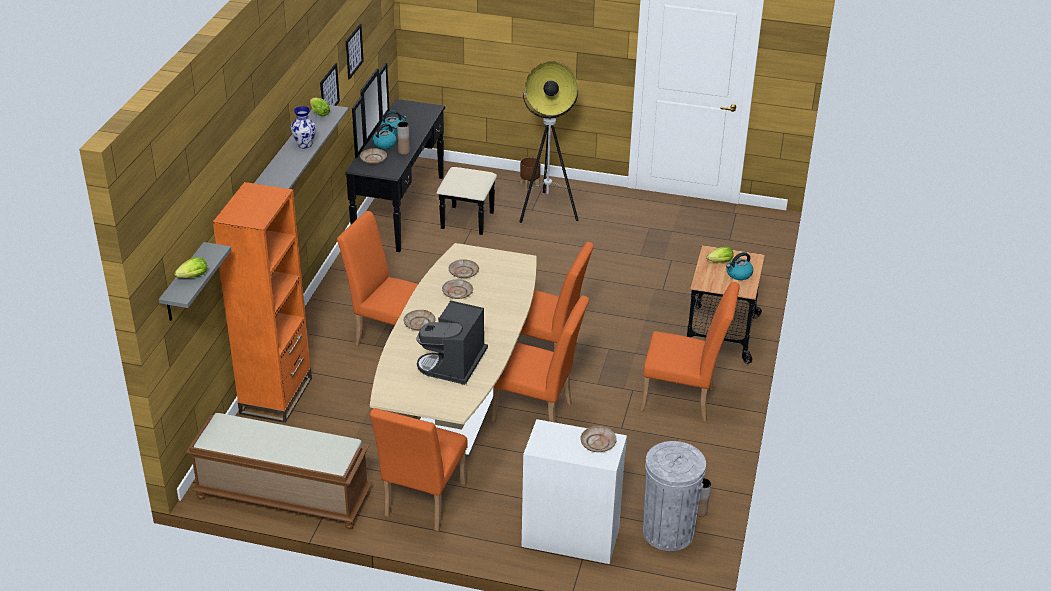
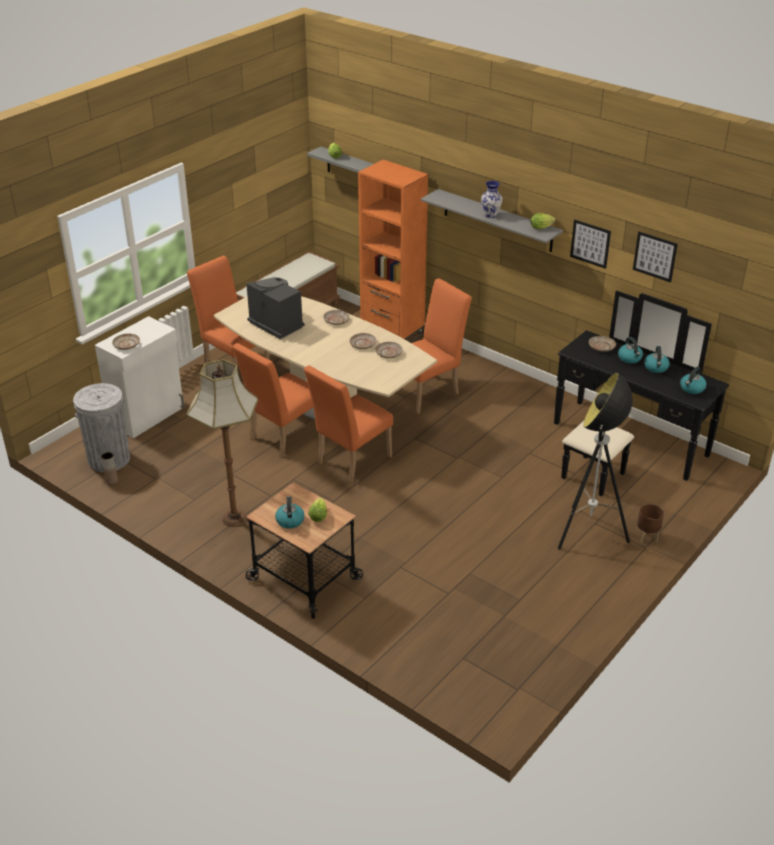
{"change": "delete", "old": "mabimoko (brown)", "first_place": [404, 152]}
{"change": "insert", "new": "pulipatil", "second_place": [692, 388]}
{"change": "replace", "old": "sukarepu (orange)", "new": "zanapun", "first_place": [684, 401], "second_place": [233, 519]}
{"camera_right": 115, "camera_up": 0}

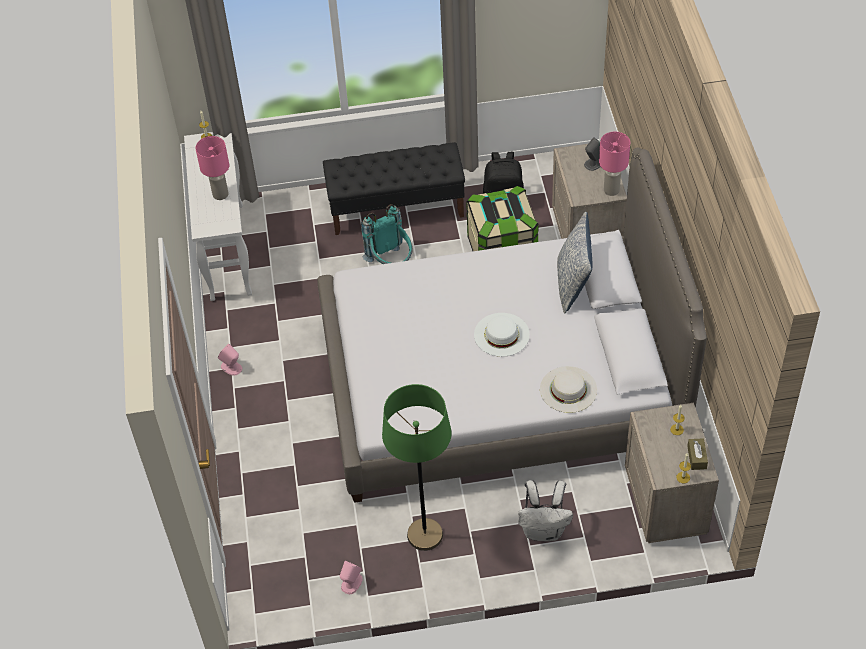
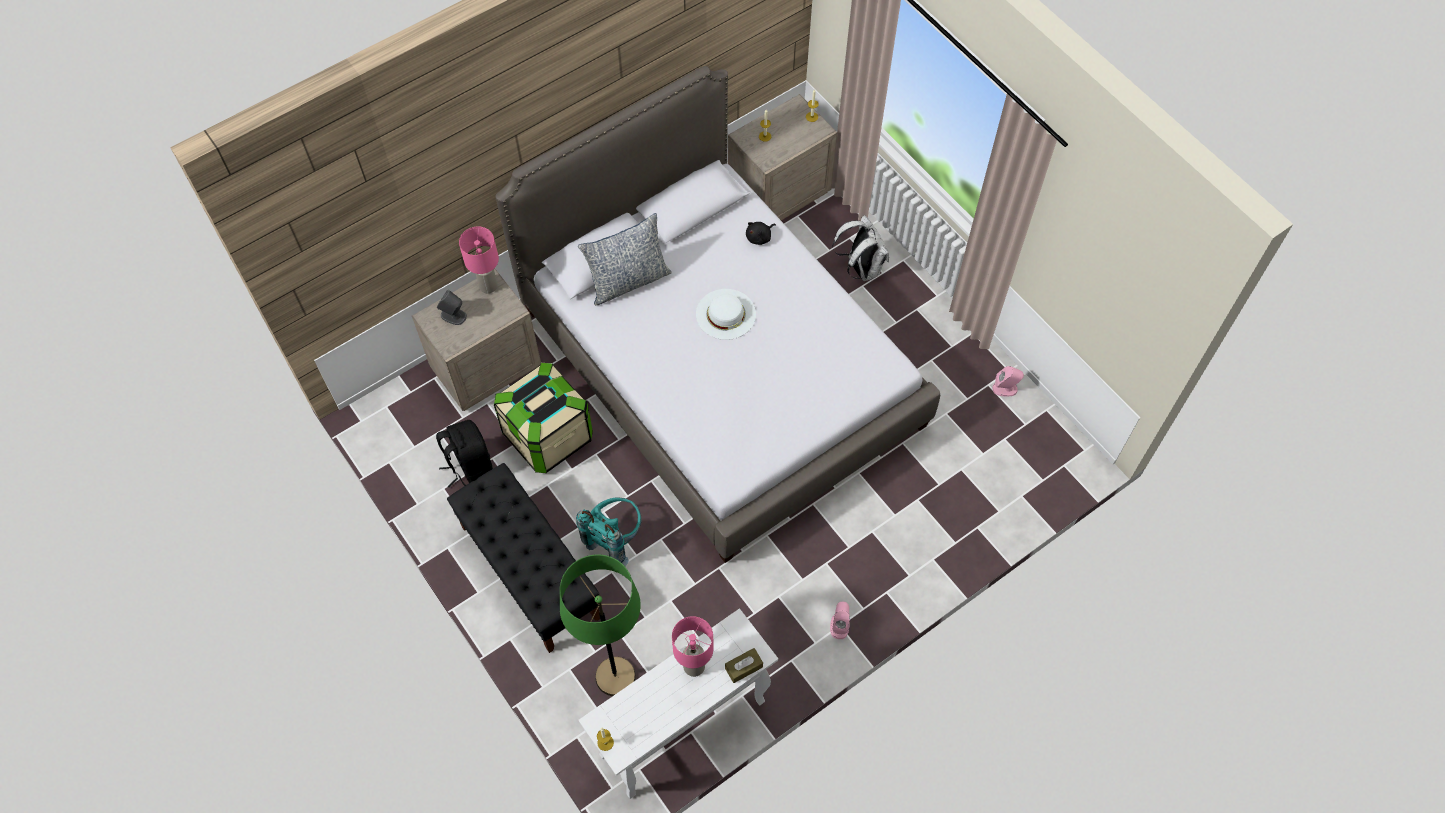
{"change": "move", "old": "zanapun (green)", "first_place": [425, 535], "second_place": [615, 676]}
{"change": "move", "old": "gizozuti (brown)", "first_place": [696, 457], "second_place": [743, 667]}
{"change": "replace", "old": "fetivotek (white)", "new": "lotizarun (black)", "first_place": [568, 389], "second_place": [759, 237]}
{"camera_right": -120, "camera_up": 10}

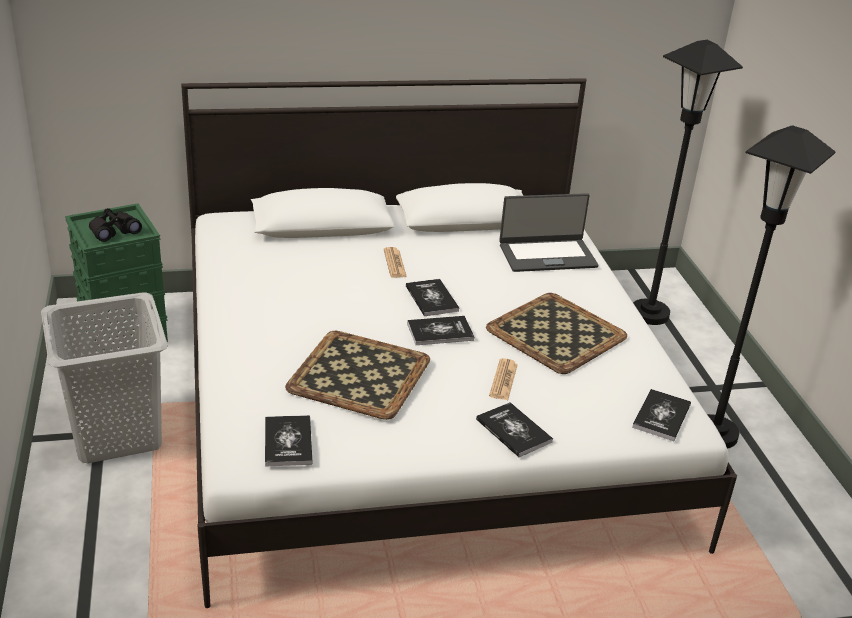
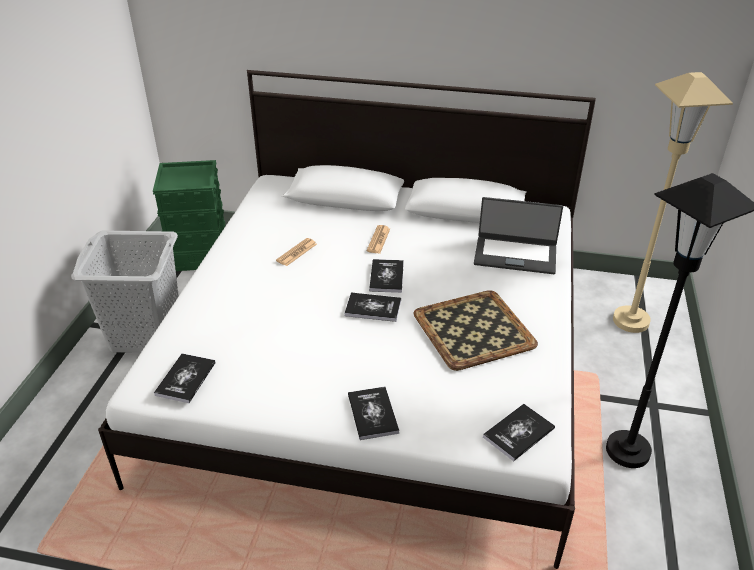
{"change": "delete", "old": "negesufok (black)", "first_place": [114, 231]}
{"change": "delete", "old": "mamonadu", "first_place": [358, 374]}
{"change": "move", "old": "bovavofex", "first_place": [503, 380], "second_place": [296, 252]}
{"change": "recolor", "old": "zanapun (black)", "new": "zanapun (beige)", "first_place": [649, 314], "second_place": [630, 321]}
{"camera_right": 25, "camera_up": 5}

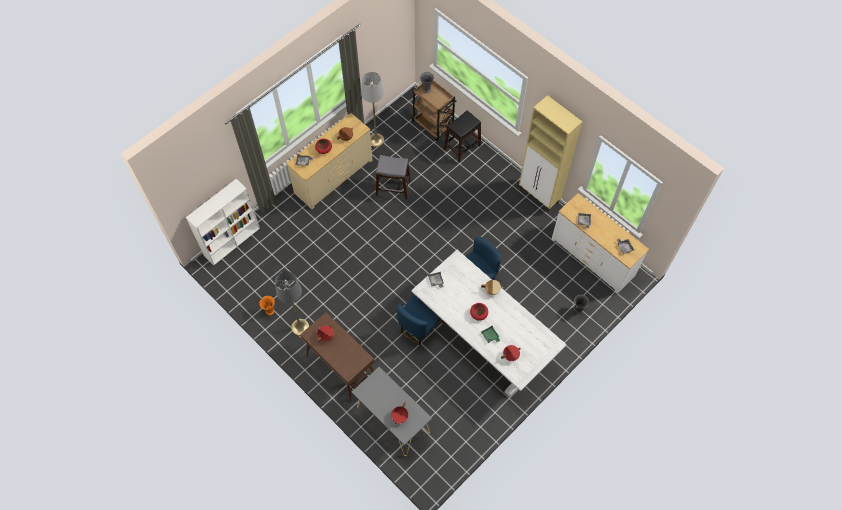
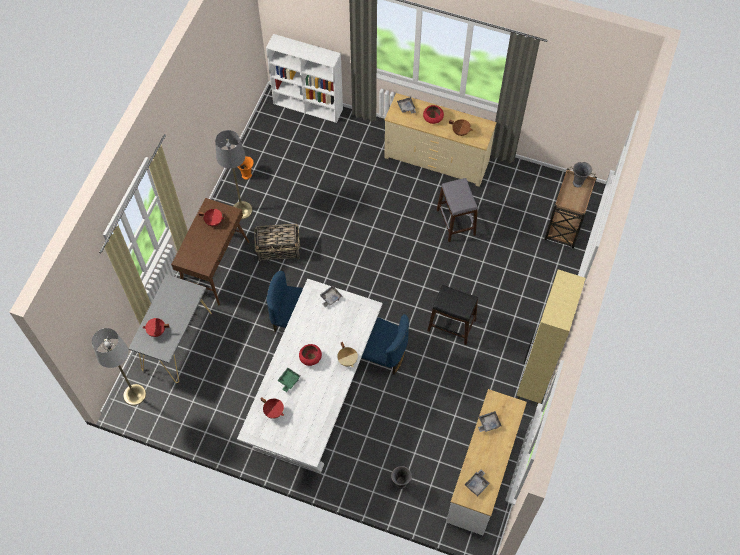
{"change": "insert", "new": "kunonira", "second_place": [279, 249]}
{"change": "move", "old": "zanapun (grey)", "first_place": [376, 140], "second_place": [134, 394]}
{"change": "move", "old": "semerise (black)", "first_place": [461, 147], "second_place": [451, 325]}
{"camera_right": 65, "camera_up": 0}

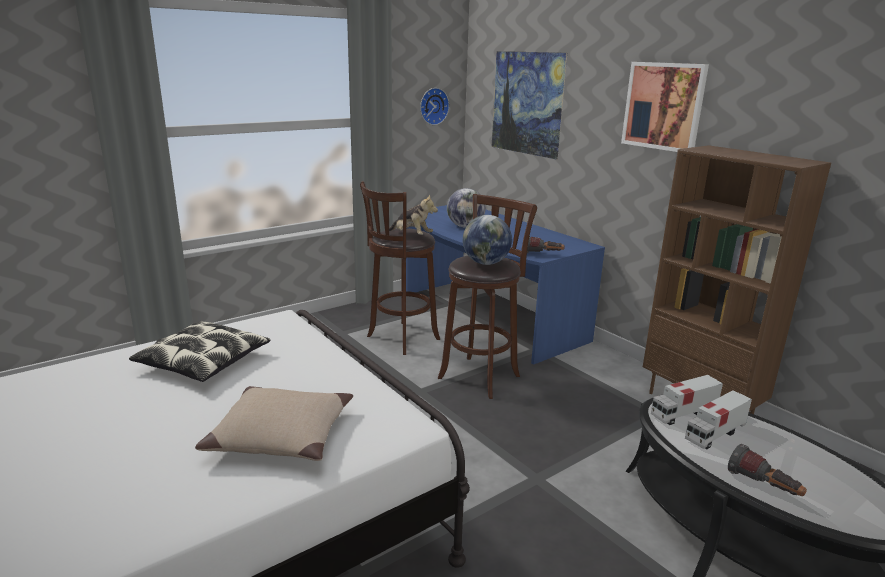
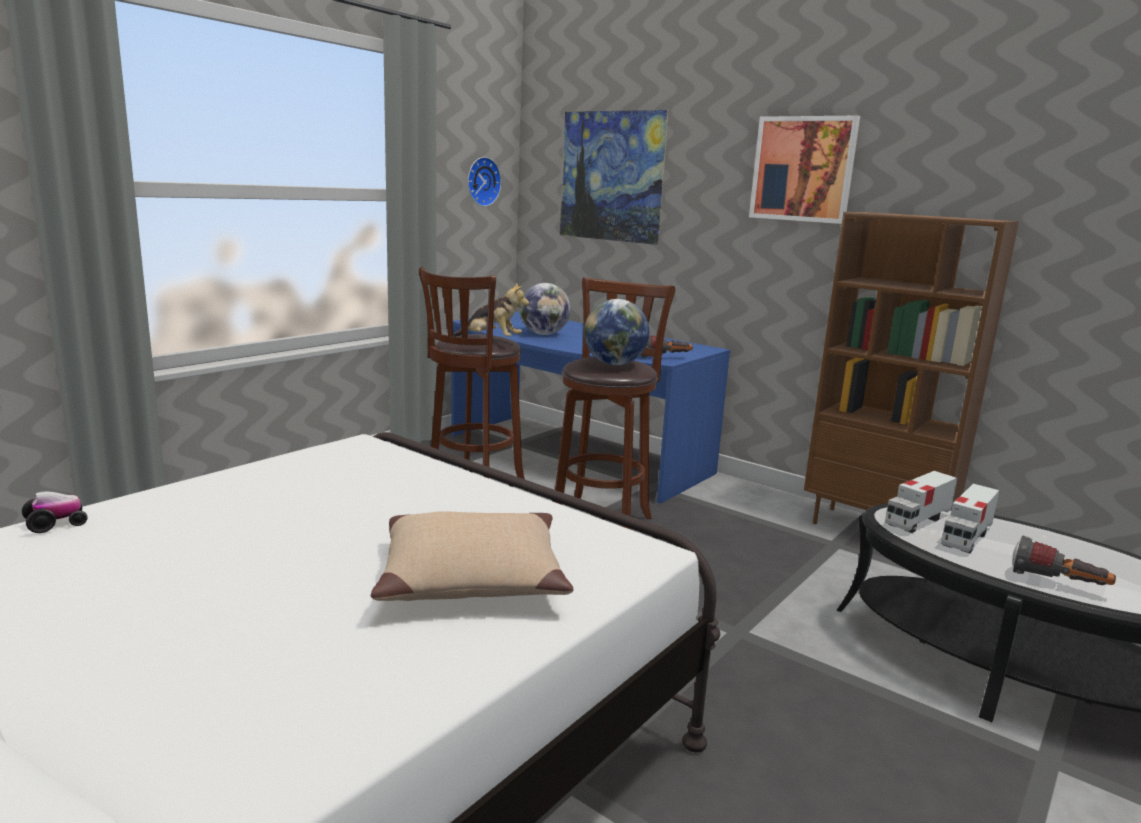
{"change": "delete", "old": "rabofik", "first_place": [204, 362]}
{"change": "insert", "new": "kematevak", "second_place": [56, 524]}
{"camera_right": -15, "camera_up": -5}

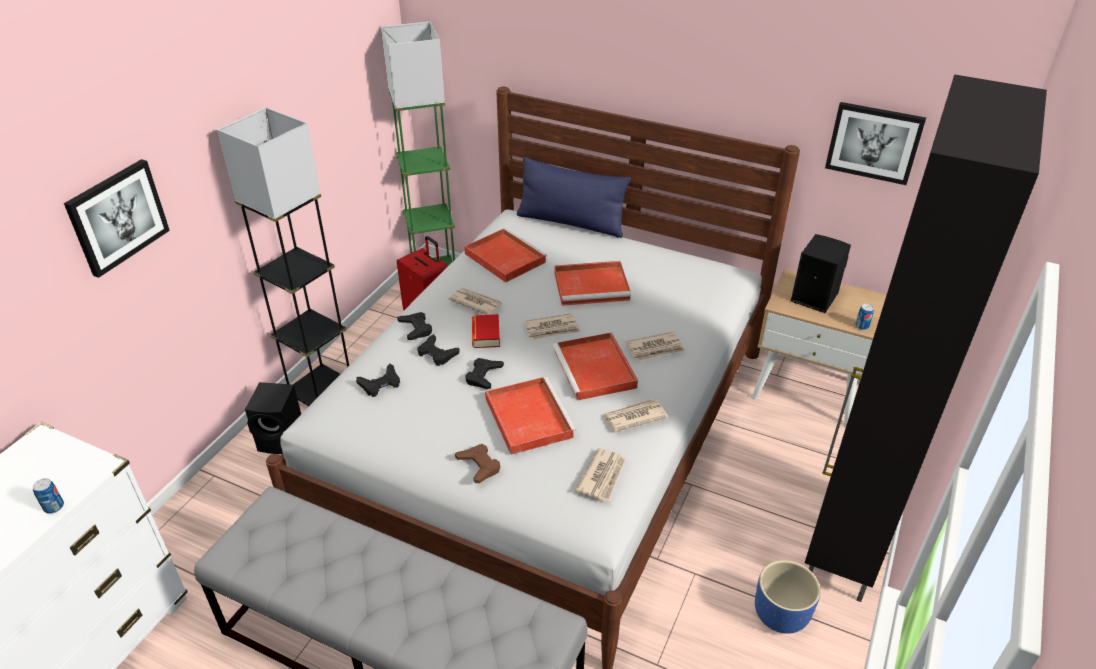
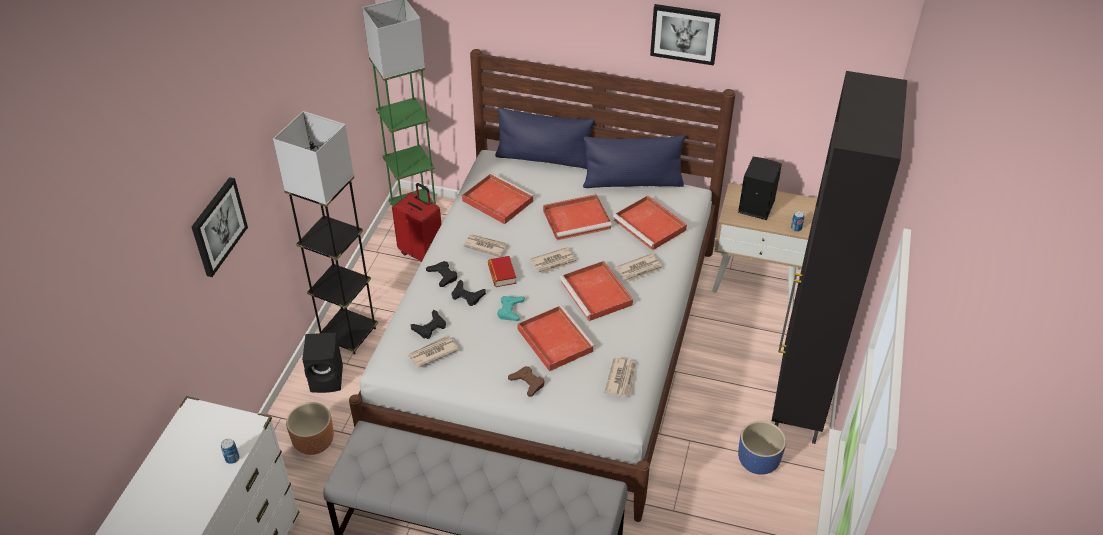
{"change": "insert", "new": "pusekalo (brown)", "second_place": [314, 442]}
{"change": "insert", "new": "rabofik (blue)", "second_place": [632, 182]}
{"change": "insert", "new": "mamonadu (red)", "second_place": [651, 225]}
{"change": "move", "old": "bovavofex", "first_place": [633, 417], "second_place": [432, 353]}
{"change": "move", "old": "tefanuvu", "first_place": [874, 142], "second_place": [685, 33]}
{"change": "recolor", "old": "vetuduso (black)", "new": "vetuduso (turquoise)", "first_place": [483, 376], "second_place": [510, 310]}
{"camera_right": -10, "camera_up": 5}

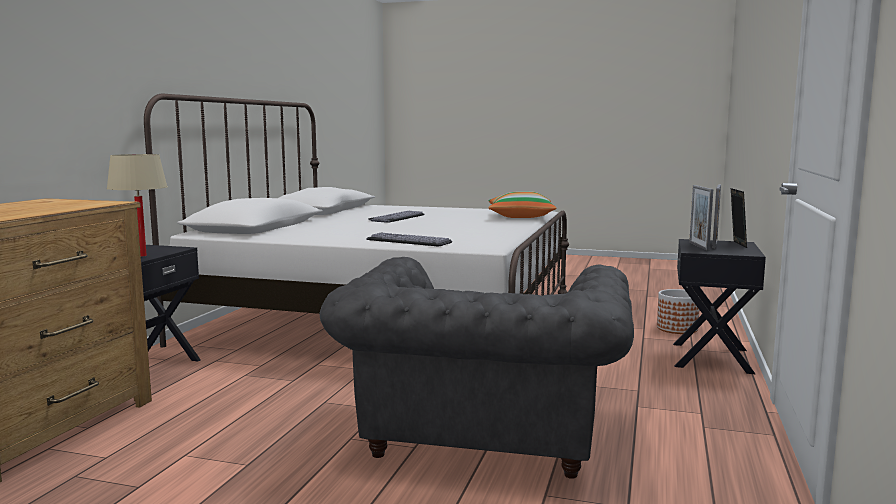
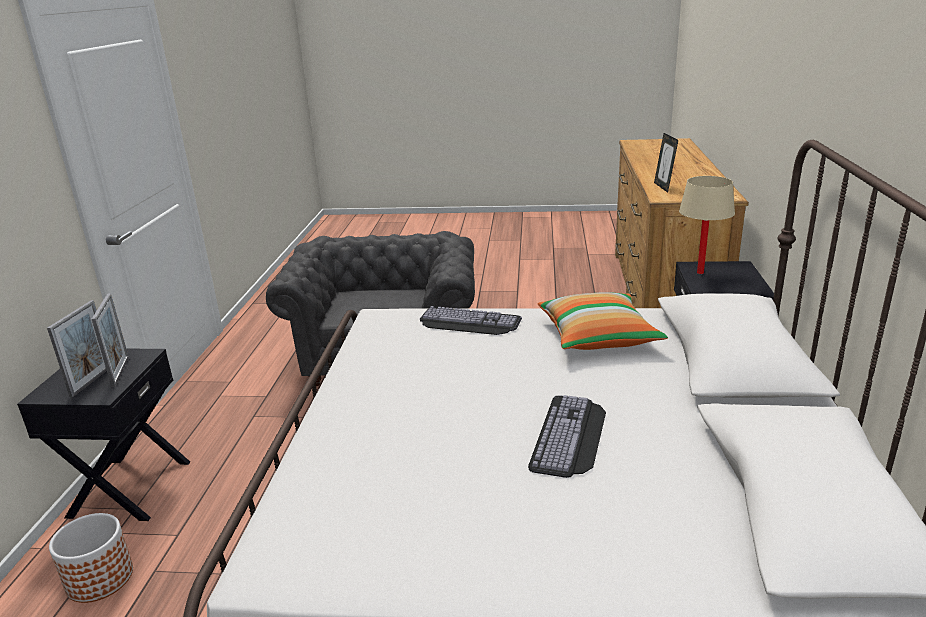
{"change": "move", "old": "rabofik", "first_place": [520, 216], "second_place": [598, 337]}
{"change": "move", "old": "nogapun", "first_place": [736, 244], "second_place": [663, 187]}
{"camera_right": 170, "camera_up": 15}

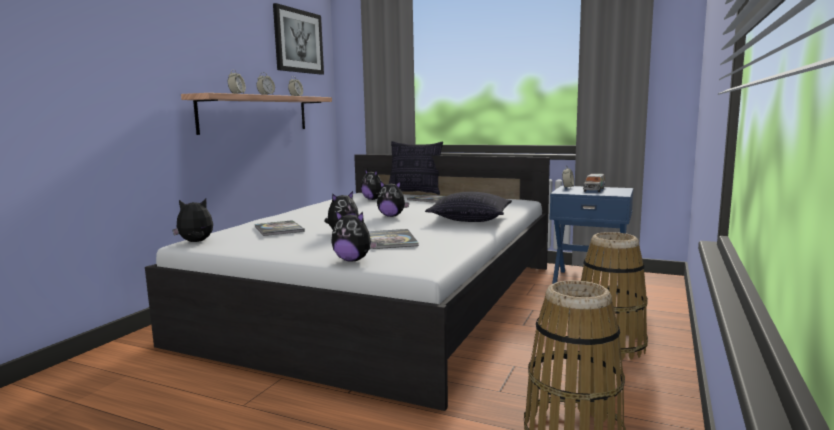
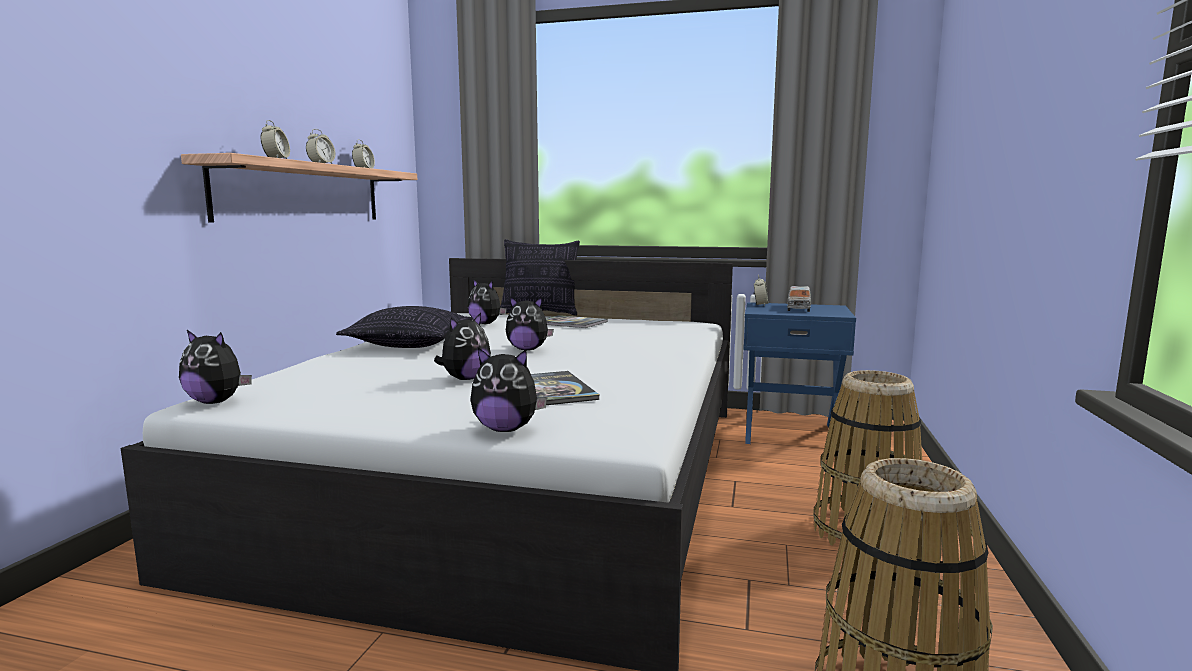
{"change": "delete", "old": "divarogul", "first_place": [278, 229]}
{"change": "delete", "old": "tefanuvu", "first_place": [298, 41]}
{"change": "move", "old": "rabofik", "first_place": [471, 219], "second_place": [411, 344]}
{"change": "rotate", "old": "lotizarun", "first_place": [196, 242], "second_place": [216, 402], "degrees": -135}
{"camera_right": -10, "camera_up": 0}

